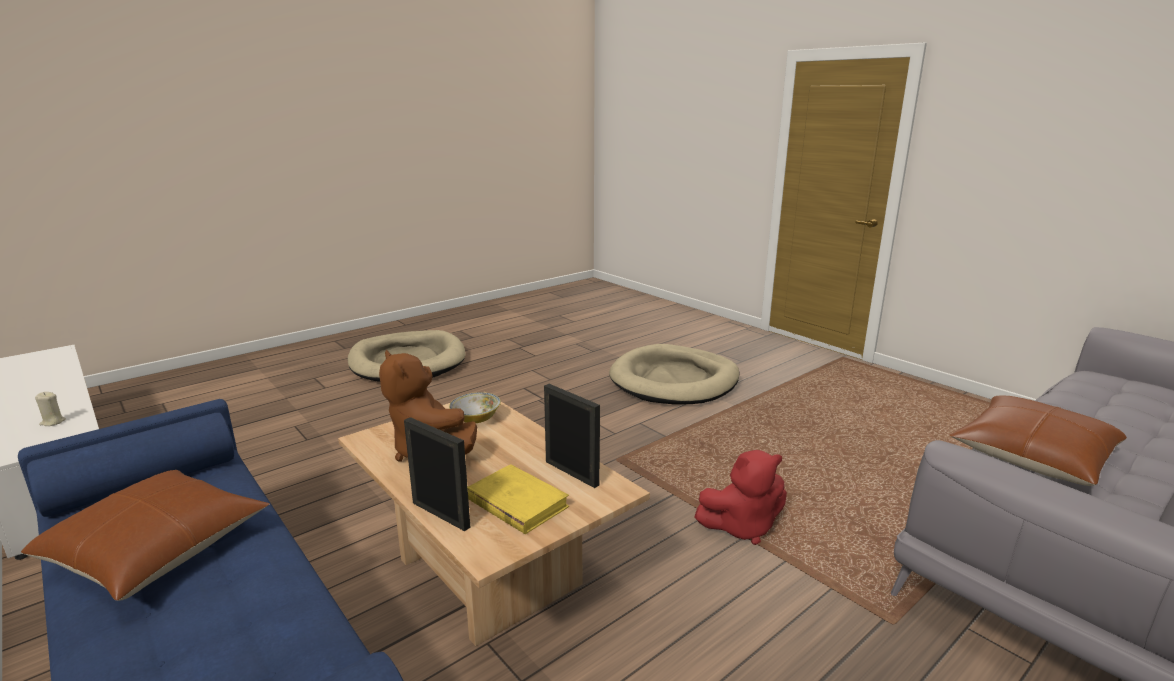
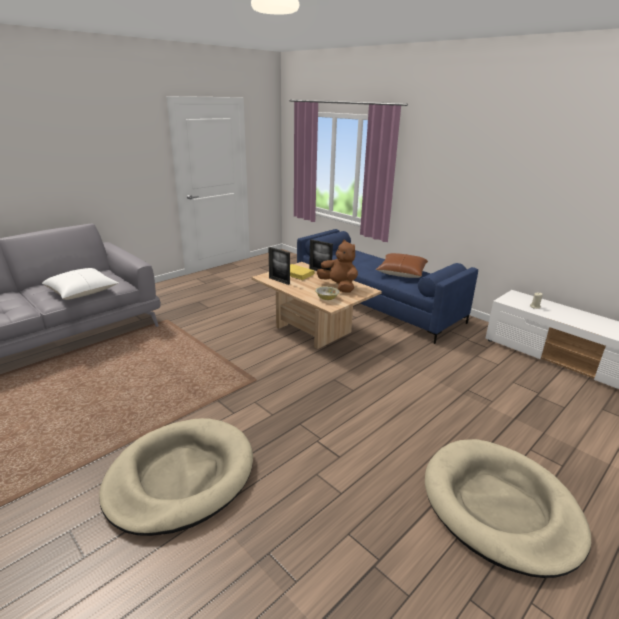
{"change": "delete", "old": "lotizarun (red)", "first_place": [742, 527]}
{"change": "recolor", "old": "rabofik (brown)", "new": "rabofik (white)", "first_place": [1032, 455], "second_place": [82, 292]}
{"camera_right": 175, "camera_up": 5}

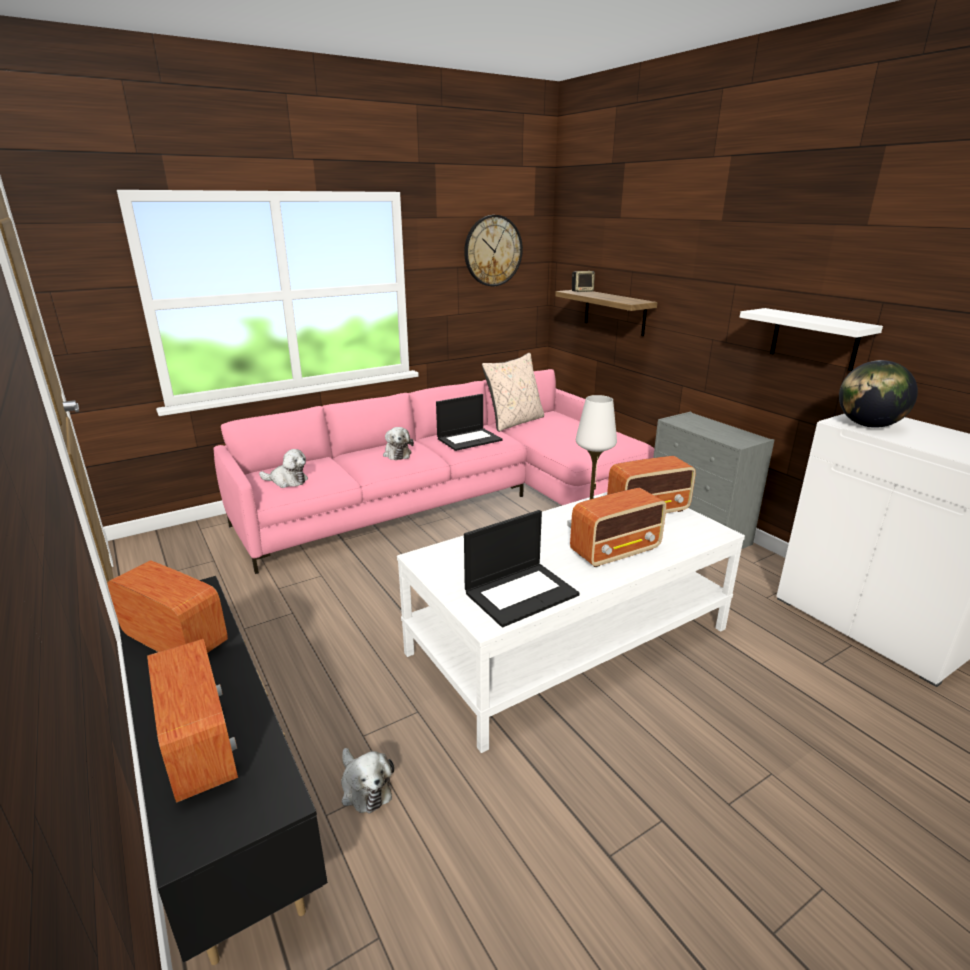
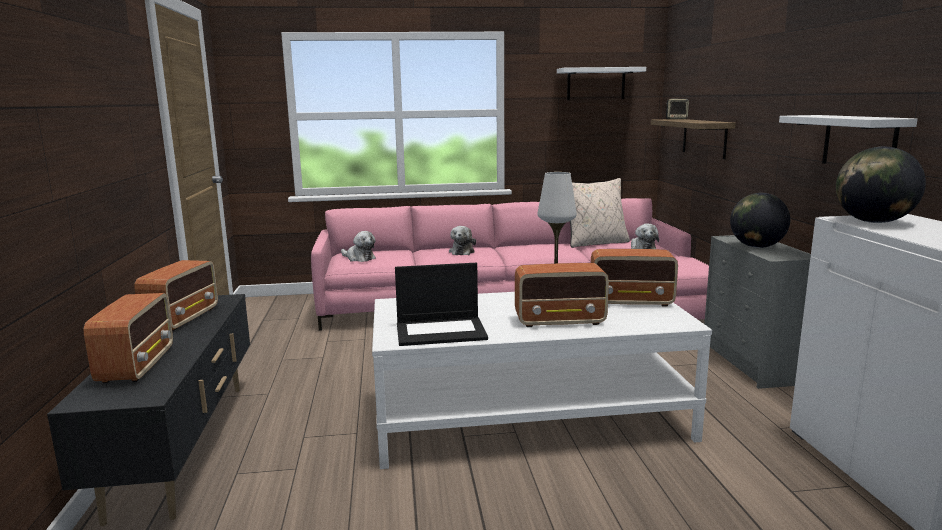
{"change": "delete", "old": "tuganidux", "first_place": [469, 439]}
{"change": "insert", "new": "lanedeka", "second_place": [757, 247]}
{"change": "move", "old": "lotizarun", "first_place": [364, 787], "second_place": [642, 249]}
{"change": "replace", "old": "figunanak", "new": "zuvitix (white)", "first_place": [493, 251], "second_place": [596, 84]}
{"change": "rotate", "old": "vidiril", "first_place": [175, 640], "second_place": [183, 318], "degrees": 45}
{"camera_right": 25, "camera_up": -10}

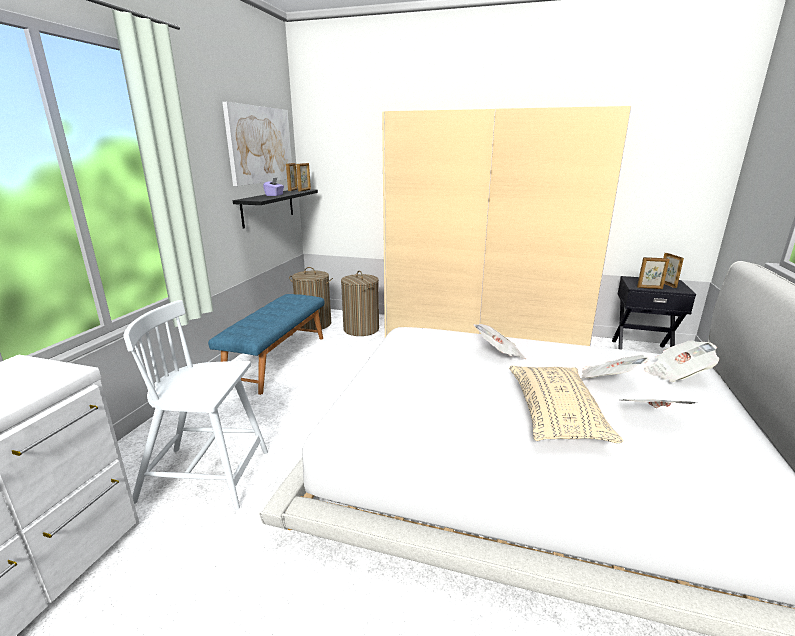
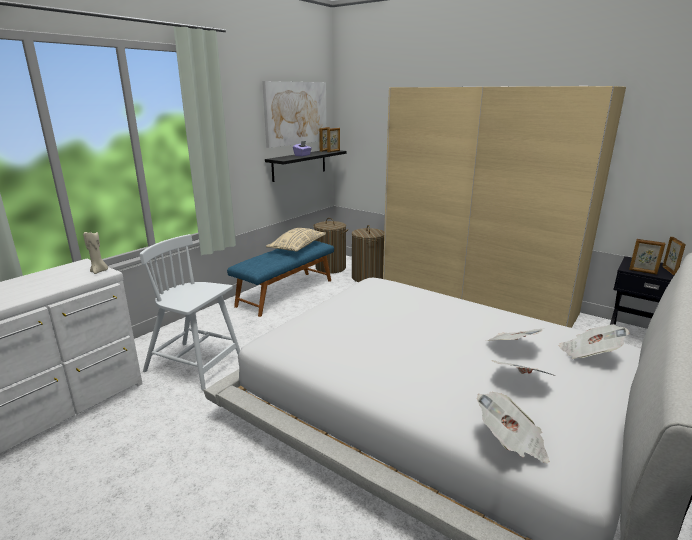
{"change": "insert", "new": "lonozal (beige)", "second_place": [99, 271]}
{"change": "move", "old": "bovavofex", "first_place": [499, 354], "second_place": [511, 442]}
{"change": "move", "old": "rabofik (beige)", "first_place": [555, 414], "second_place": [297, 247]}
{"camera_right": 20, "camera_up": 0}

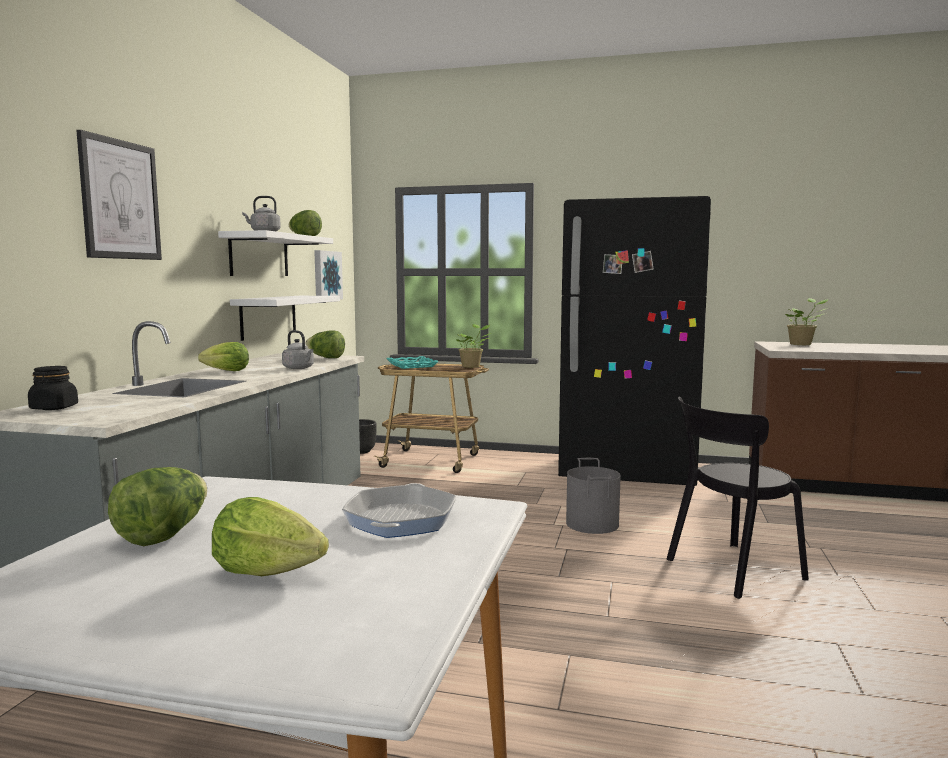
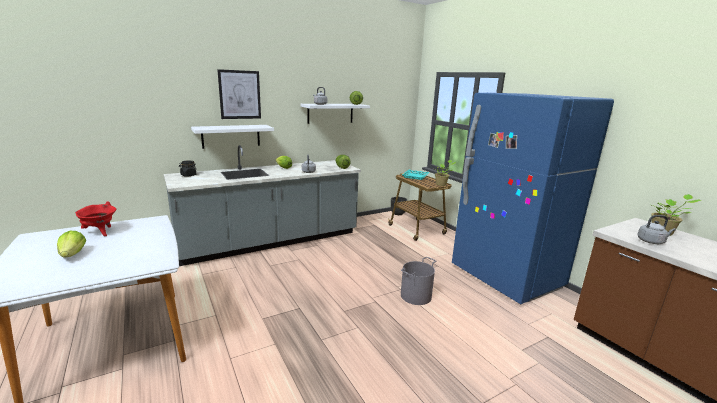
{"change": "delete", "old": "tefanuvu", "first_place": [326, 275]}
{"change": "delete", "old": "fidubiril", "first_place": [400, 519]}
{"change": "delete", "old": "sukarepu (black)", "first_place": [730, 570]}
{"change": "insert", "new": "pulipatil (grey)", "second_place": [652, 241]}
{"change": "move", "old": "zuvitix (white)", "first_place": [268, 316], "second_place": [231, 136]}
{"change": "replace", "old": "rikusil", "new": "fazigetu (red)", "first_place": [164, 534], "second_place": [100, 232]}
{"change": "recolor", "old": "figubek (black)", "new": "figubek (blue)", "first_place": [627, 473], "second_place": [506, 277]}
{"camera_right": 45, "camera_up": 10}

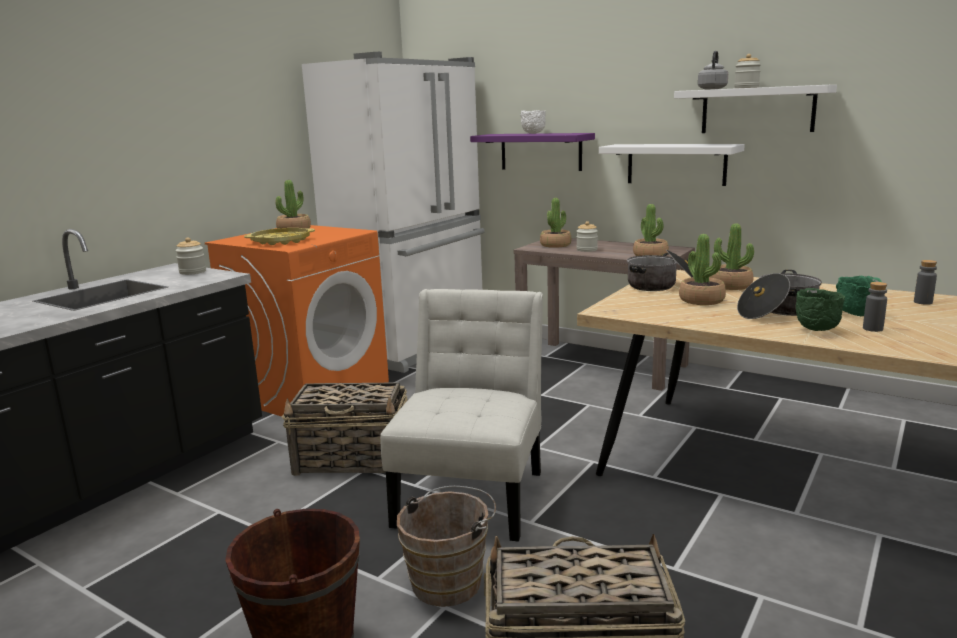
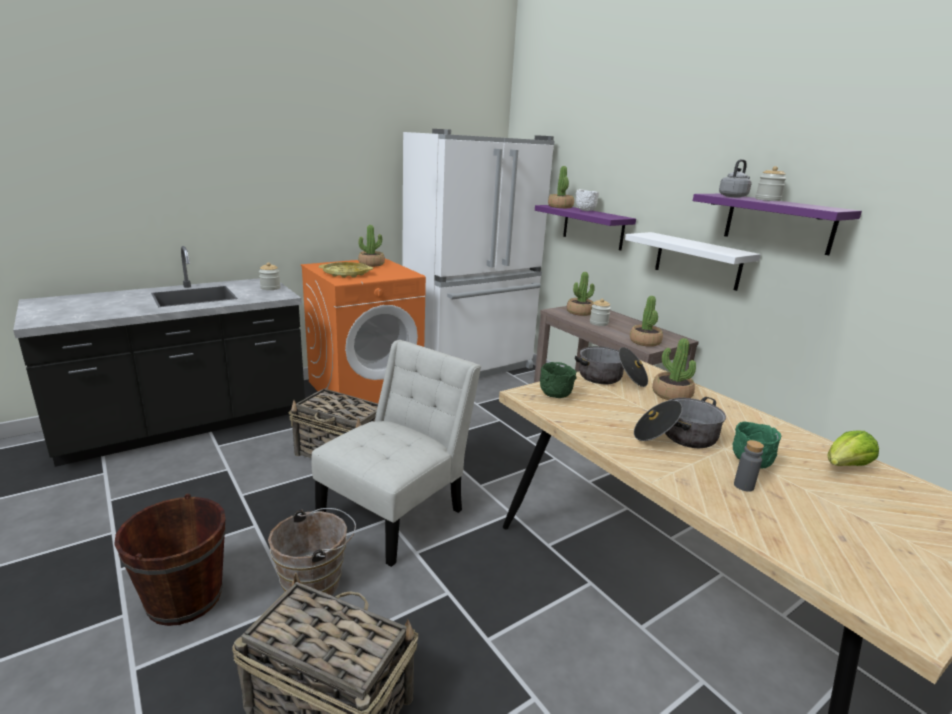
{"change": "move", "old": "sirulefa", "first_place": [701, 300], "second_place": [560, 207]}
{"change": "move", "old": "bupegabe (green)", "first_place": [816, 330], "second_place": [554, 396]}
{"change": "replace", "old": "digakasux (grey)", "new": "rikusil", "first_place": [923, 302], "second_place": [845, 467]}
{"change": "recolor", "old": "zuvitix (white)", "new": "zuvitix (purple)", "first_place": [757, 110], "second_place": [778, 223]}
{"camera_right": 20, "camera_up": 5}

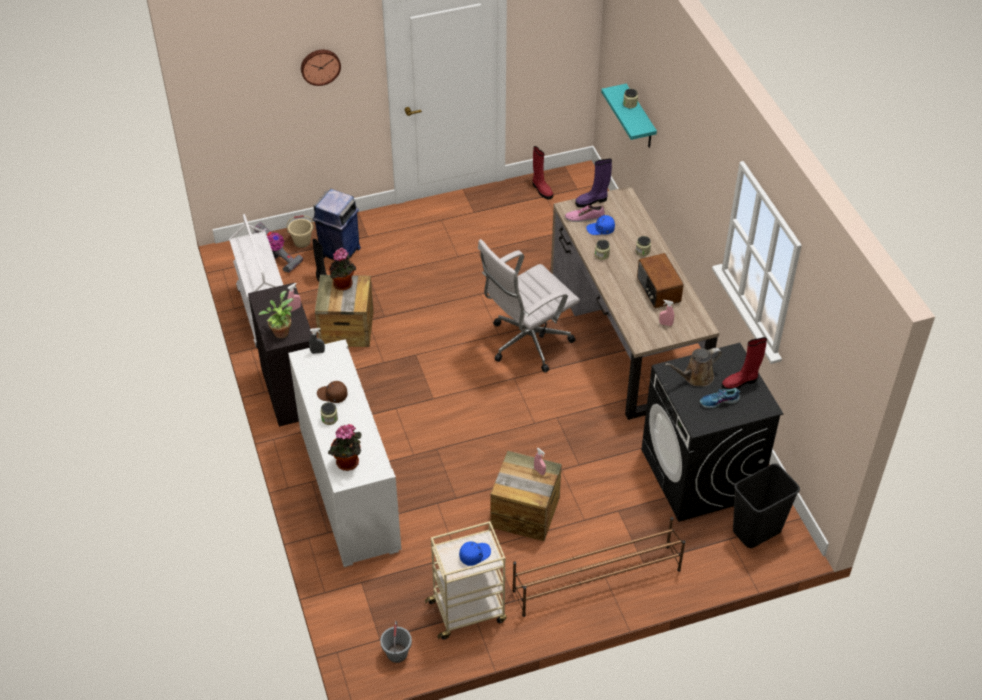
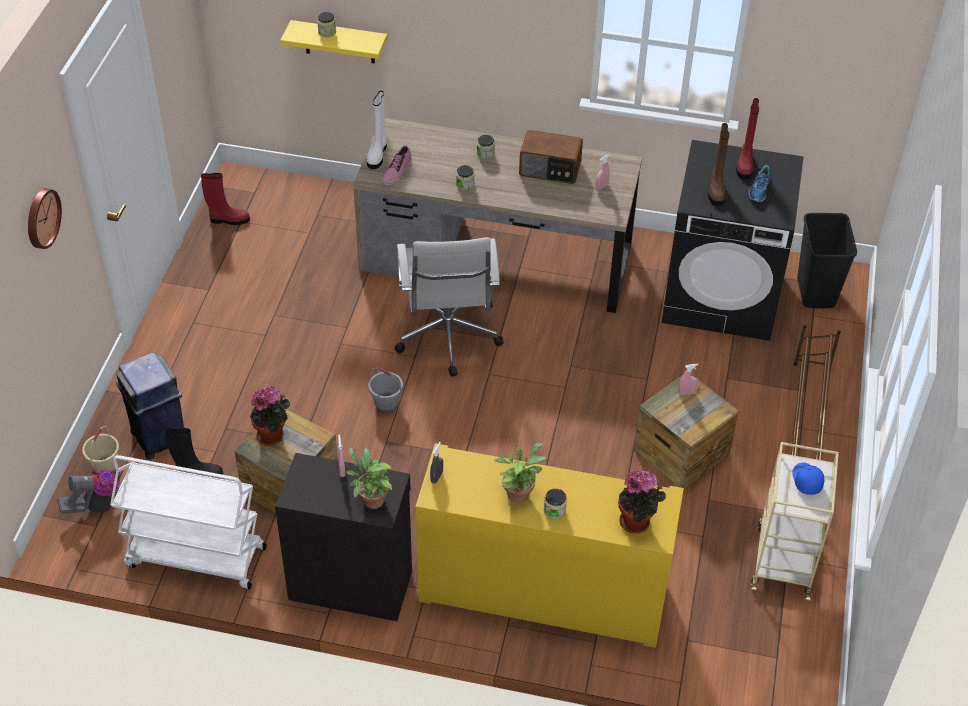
{"change": "delete", "old": "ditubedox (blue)", "first_place": [600, 229]}
{"change": "move", "old": "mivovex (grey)", "first_place": [397, 654], "second_place": [386, 403]}
{"change": "replace", "old": "ditubedox (brown)", "new": "sirulefa", "first_place": [332, 395], "second_place": [519, 492]}
{"change": "replace", "old": "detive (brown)", "new": "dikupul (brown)", "first_place": [695, 377], "second_place": [716, 189]}
{"change": "recolor", "old": "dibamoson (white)", "new": "dibamoson (yellow)", "first_place": [349, 488], "second_place": [543, 592]}
{"change": "recolor", "old": "dikupul (purple)", "new": "dikupul (white)", "first_place": [592, 201], "second_place": [377, 154]}
{"change": "recolor", "old": "zuvitix (turquoise)", "new": "zuvitix (yellow)", "first_place": [640, 118], "second_place": [339, 42]}
{"camera_right": -60, "camera_up": 0}

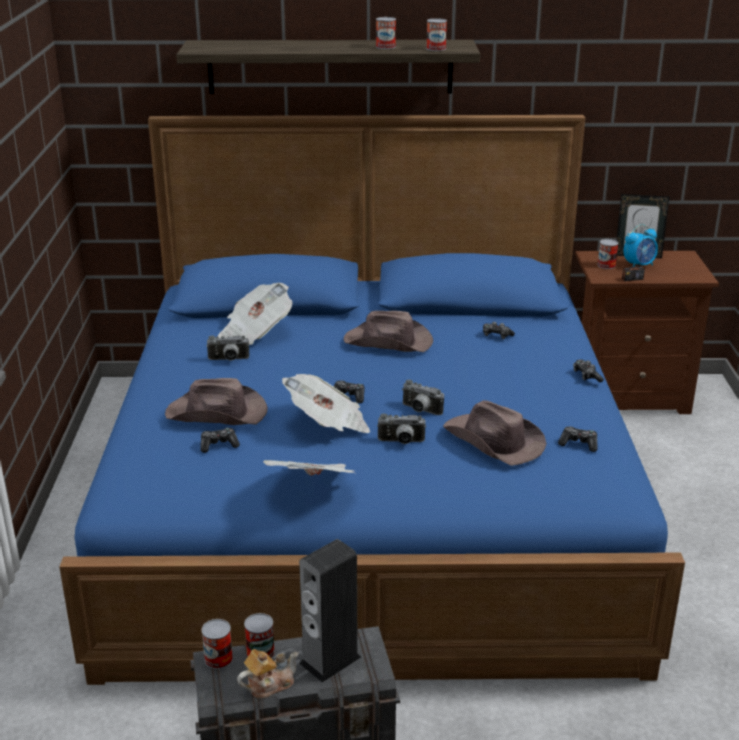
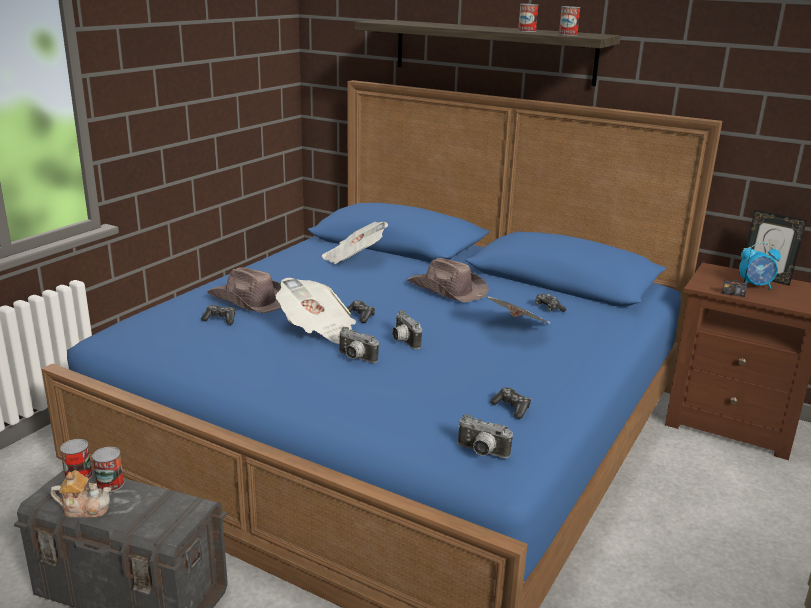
{"change": "delete", "old": "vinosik", "first_place": [330, 660]}
{"change": "delete", "old": "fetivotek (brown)", "first_place": [494, 441]}
{"change": "delete", "old": "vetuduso", "first_place": [586, 376]}
{"change": "delete", "old": "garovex", "first_place": [606, 265]}
{"change": "move", "old": "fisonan", "first_place": [228, 360], "second_place": [481, 453]}
{"change": "move", "old": "bovavofex", "first_place": [314, 487], "second_place": [516, 329]}
{"camera_right": 30, "camera_up": -5}

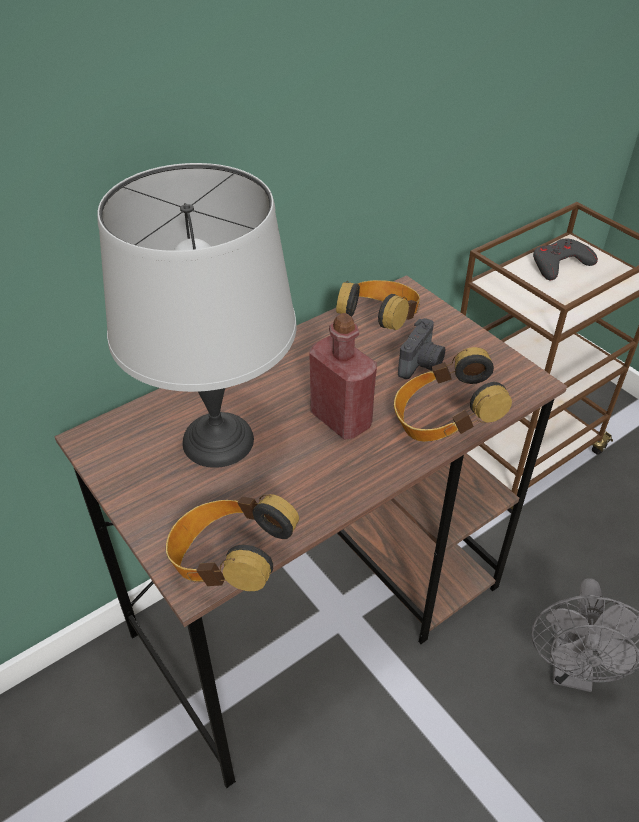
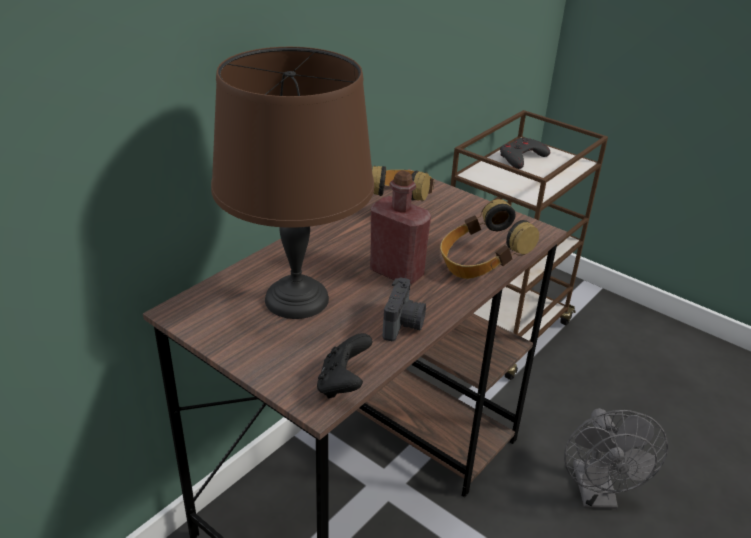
{"change": "move", "old": "fisonan", "first_place": [422, 364], "second_place": [404, 324]}
{"change": "replace", "old": "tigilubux", "new": "vetuduso (black)", "first_place": [229, 562], "second_place": [343, 384]}
{"change": "recolor", "old": "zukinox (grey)", "new": "zukinox (brown)", "first_place": [219, 441], "second_place": [298, 299]}
{"camera_right": -15, "camera_up": -10}

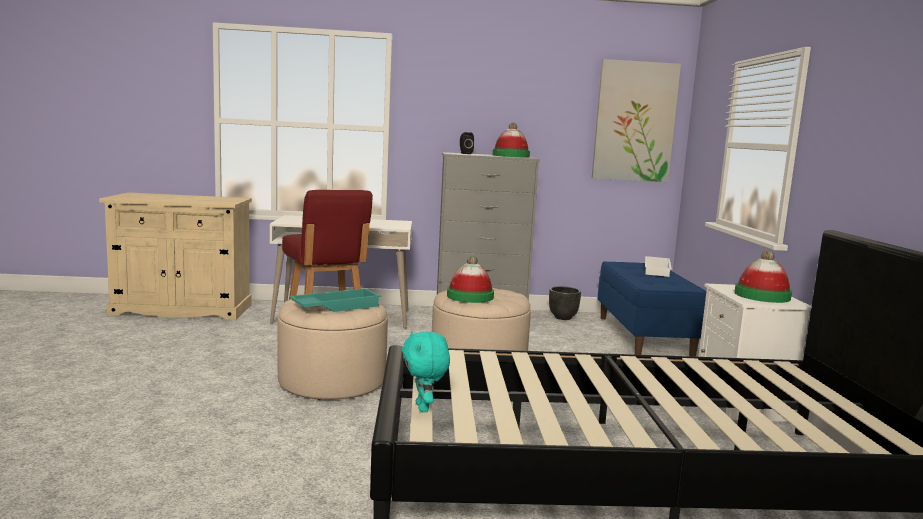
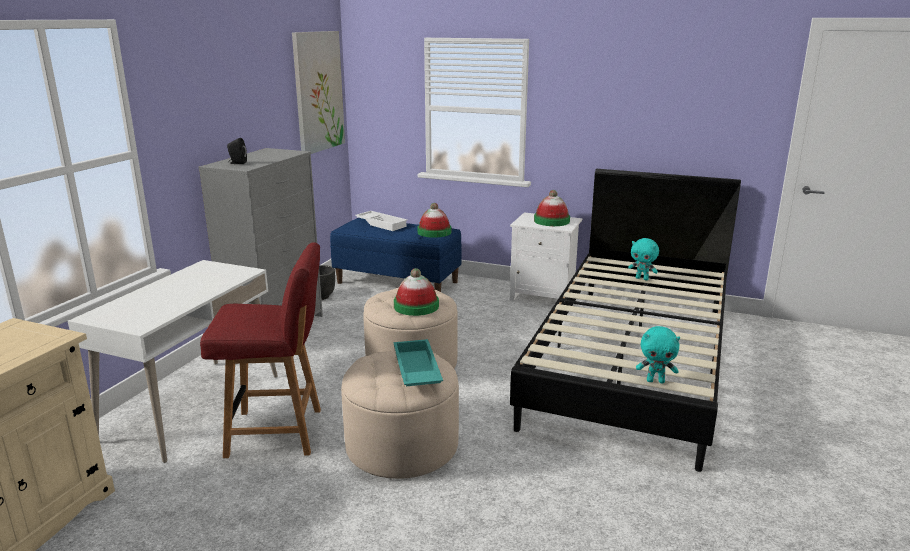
{"change": "insert", "new": "lotizarun (turquoise)", "second_place": [642, 278]}
{"change": "move", "old": "fetivotek", "first_place": [511, 156], "second_place": [434, 232]}
{"camera_right": -65, "camera_up": 10}

